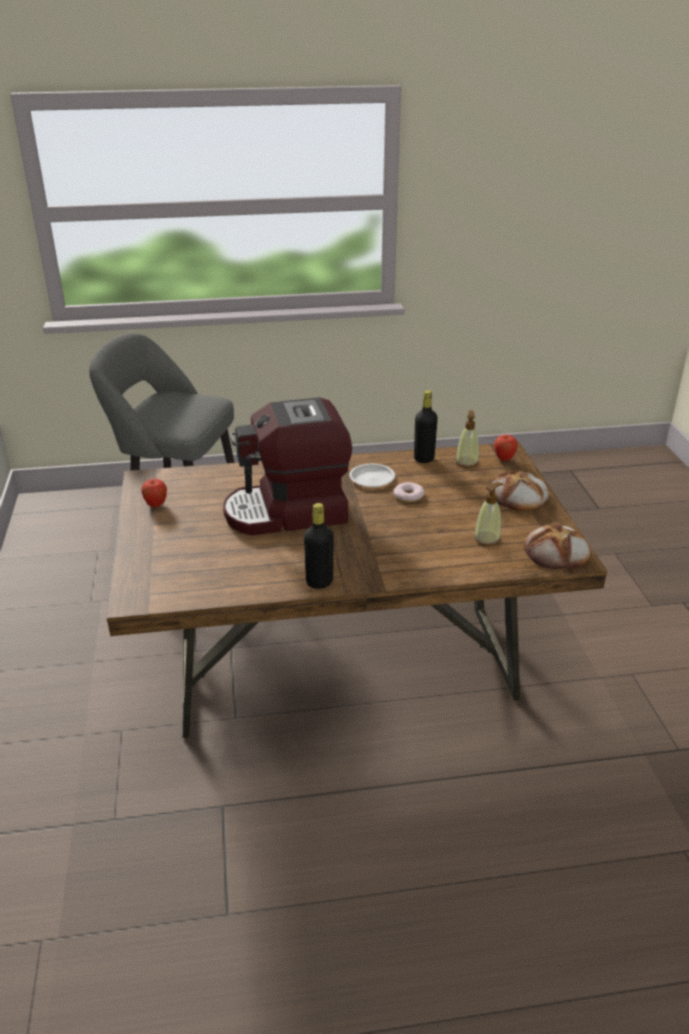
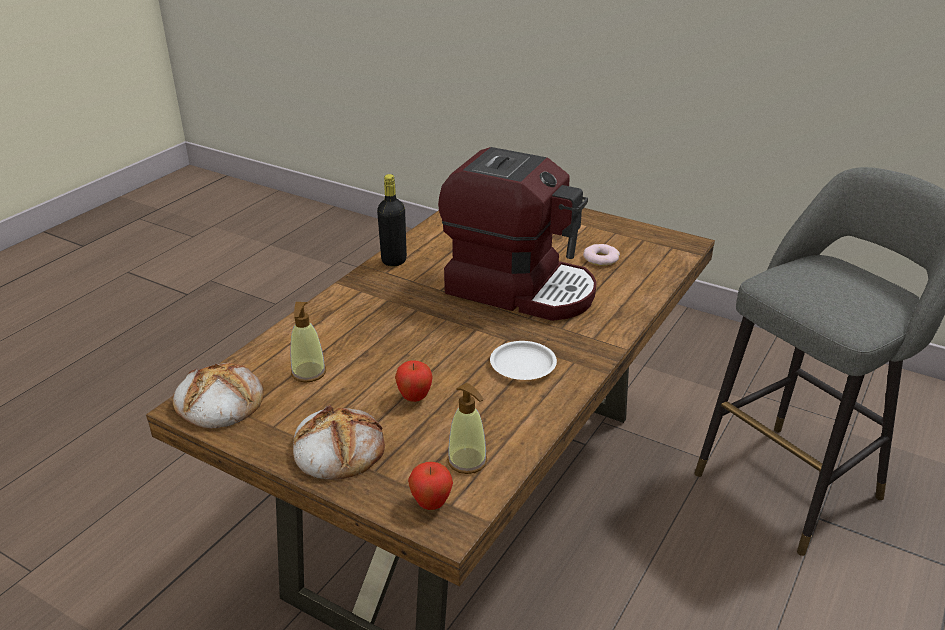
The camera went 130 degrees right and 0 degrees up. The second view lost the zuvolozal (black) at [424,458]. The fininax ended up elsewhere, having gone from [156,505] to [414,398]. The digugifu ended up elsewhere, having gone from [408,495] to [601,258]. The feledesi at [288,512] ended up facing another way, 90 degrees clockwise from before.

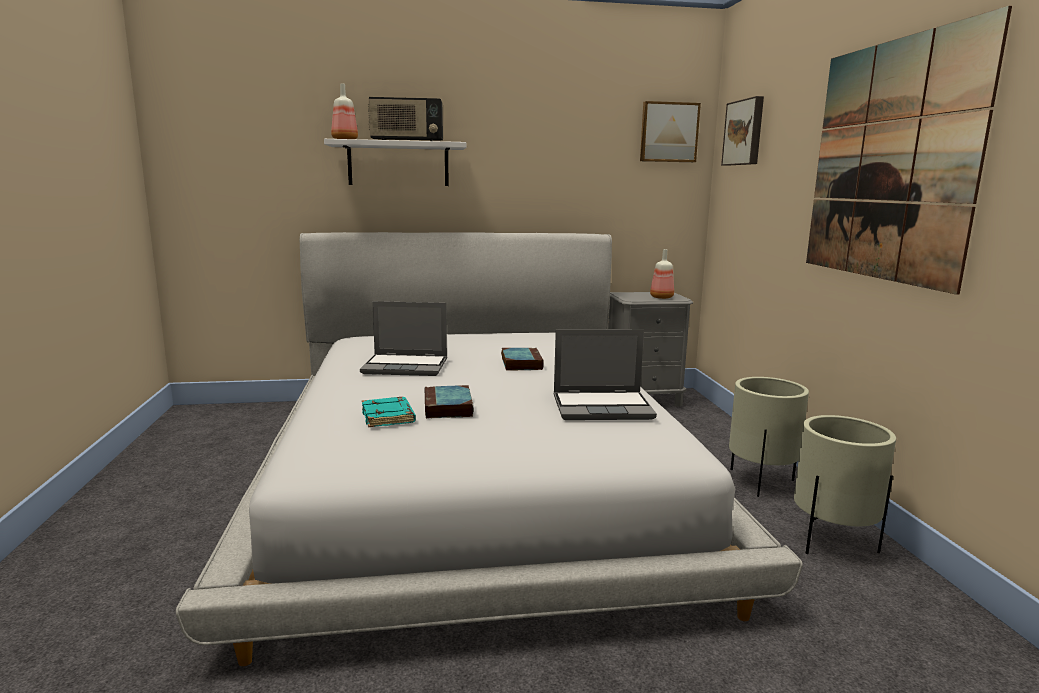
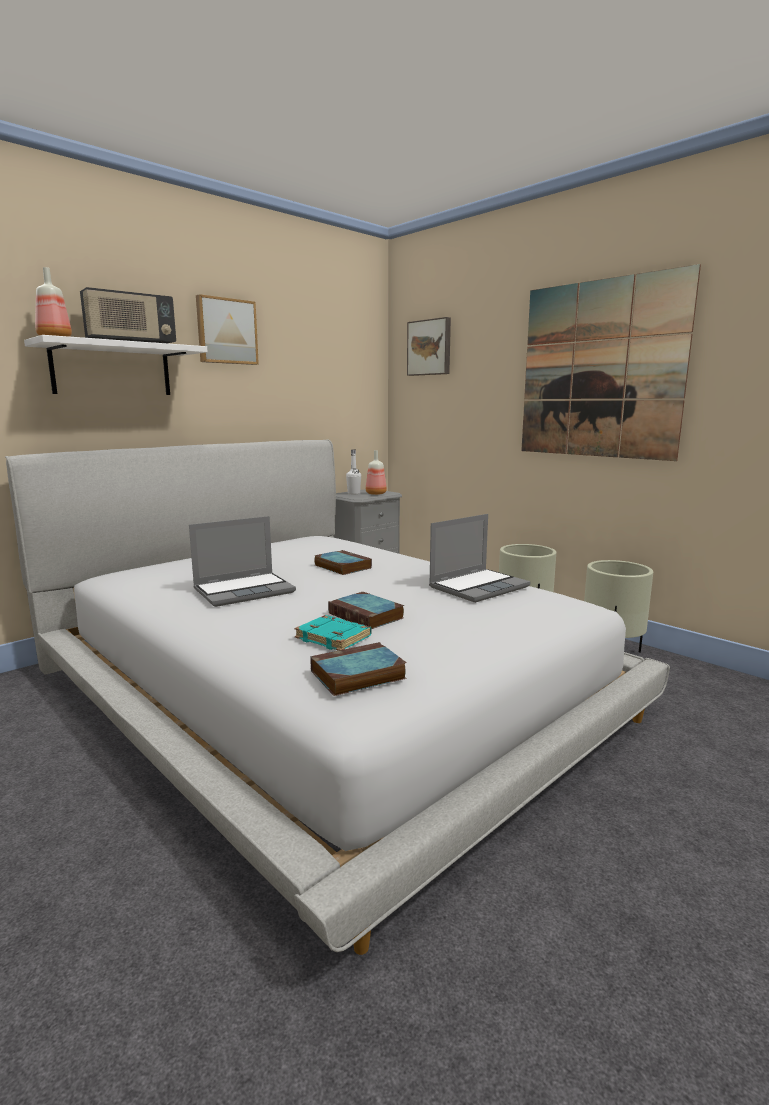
The camera went 35 degrees left and 0 degrees up. The second view gained the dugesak at [356,675]. The second view gained the zuvolozal (white) at [353,493]. The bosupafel ended up elsewhere, having gone from [668,132] to [226,331].

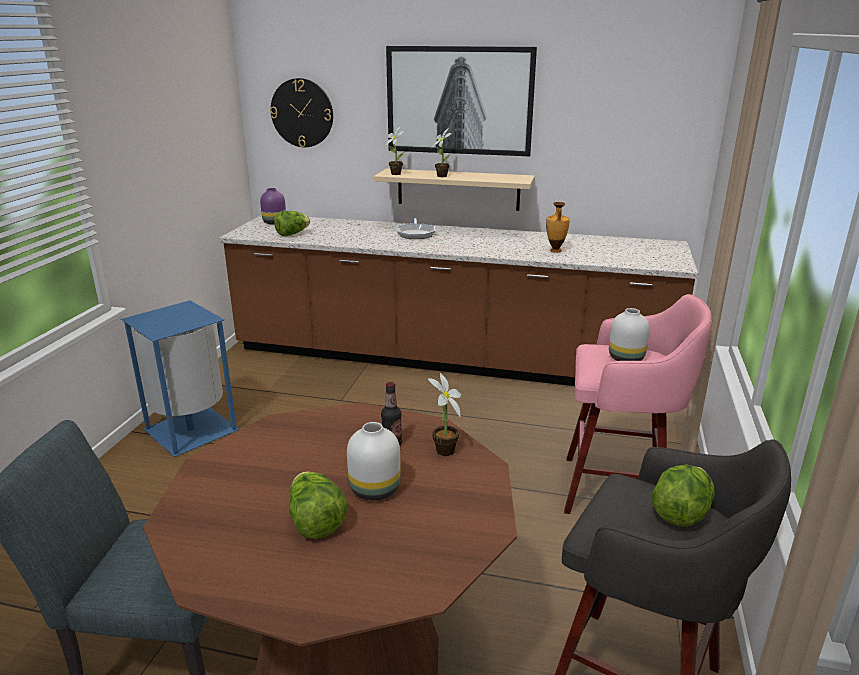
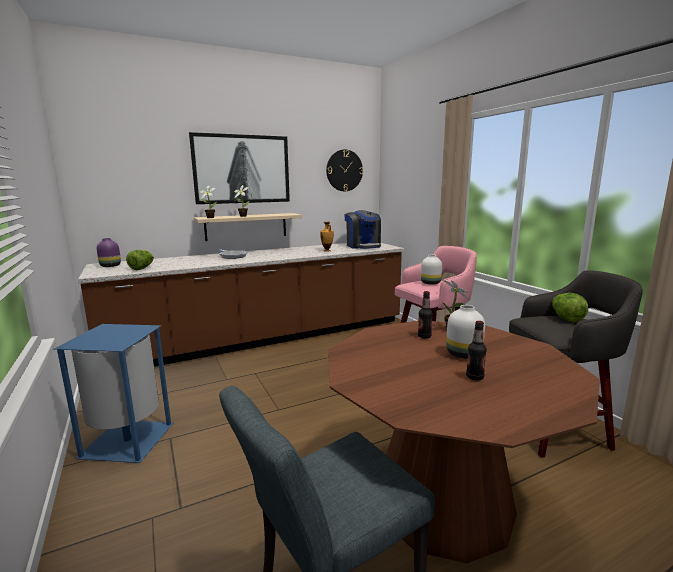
The camera went 40 degrees left and 10 degrees down. The second view gained the feledesi at [363,246]. The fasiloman ended up elsewhere, having gone from [302,113] to [344,170]. Where the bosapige stood at [315,522], the zuvolozal came to stand at [474,377].

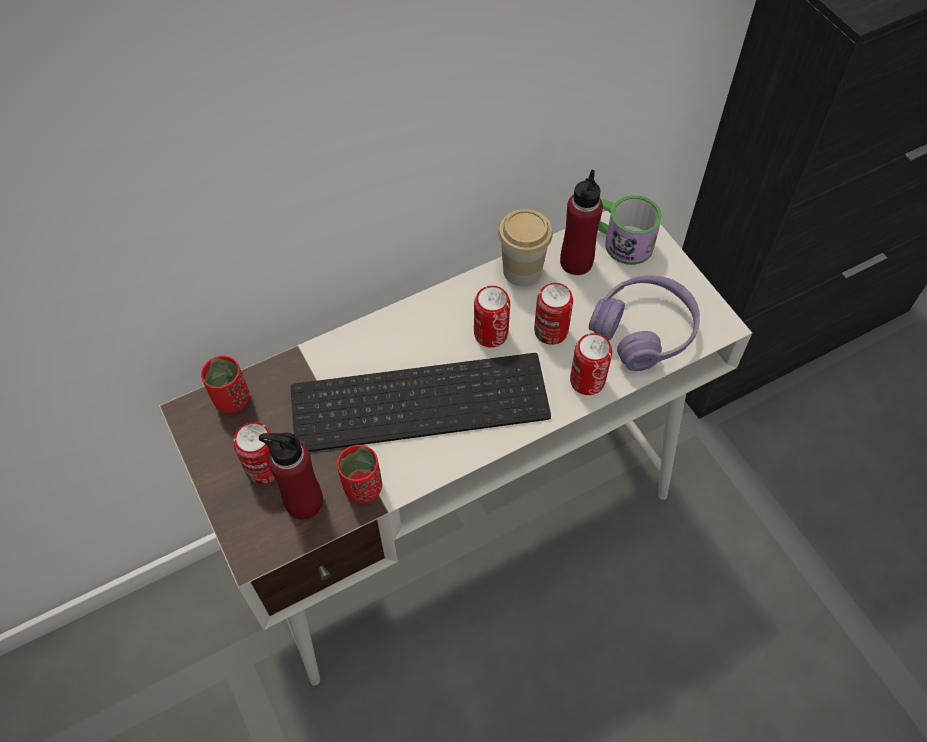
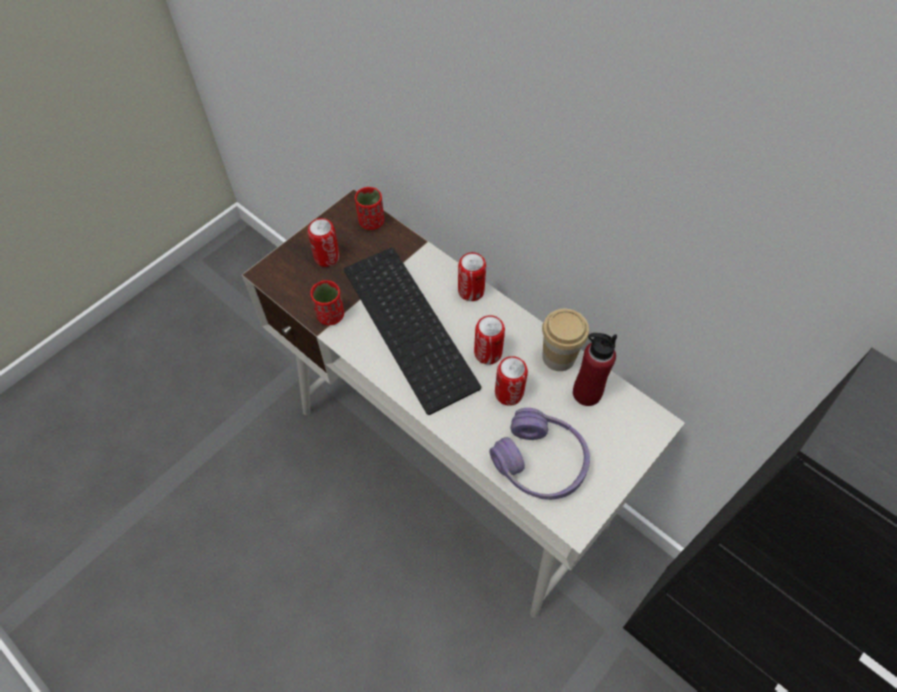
The camera went 70 degrees right and 0 degrees up. The second view lost the zuvolozal (red) at [304,502]. The second view lost the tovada at [620,241]. The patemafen ended up elsewhere, having gone from [587,381] to [471,291].

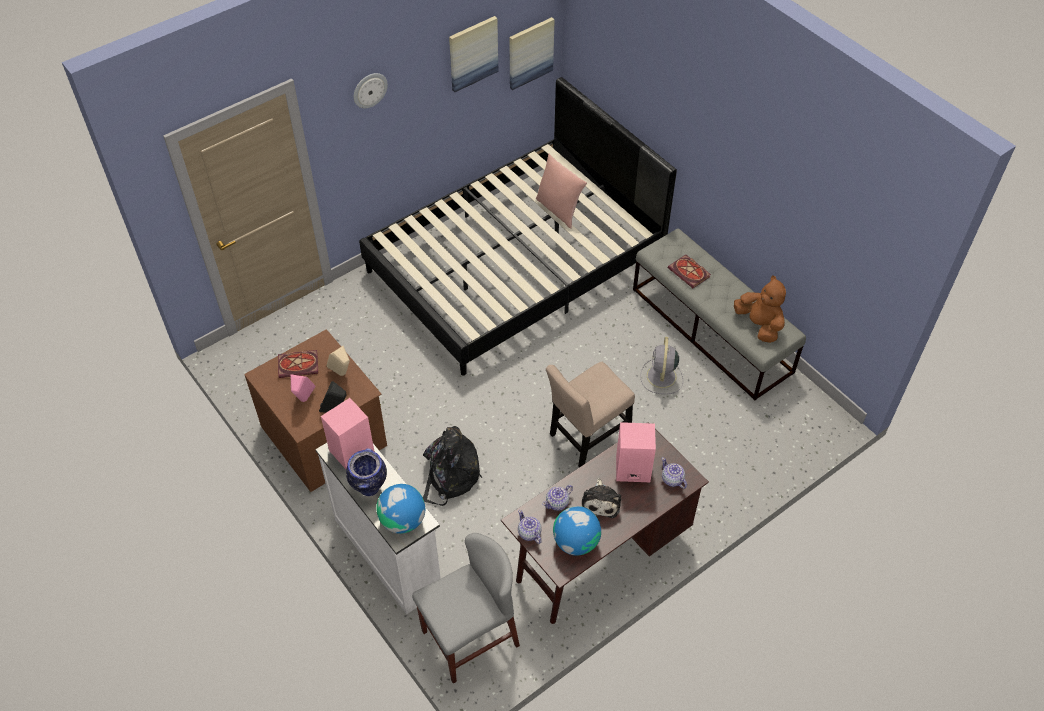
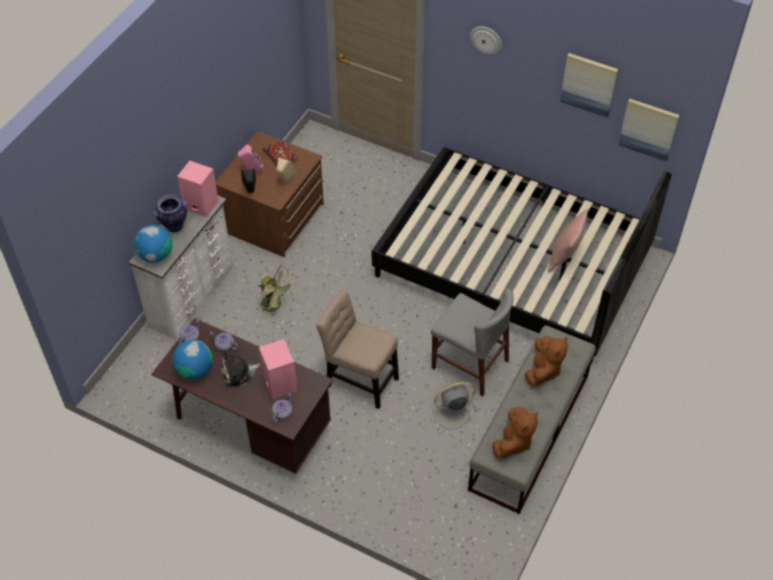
The camera went 65 degrees right and 0 degrees up. The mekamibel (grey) ended up elsewhere, having gone from [470,638] to [469,364]. Where the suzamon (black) stood at [449,477], the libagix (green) came to stand at [275,305]. Where the dugesak stood at [690,273], the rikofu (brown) came to stand at [543,370].

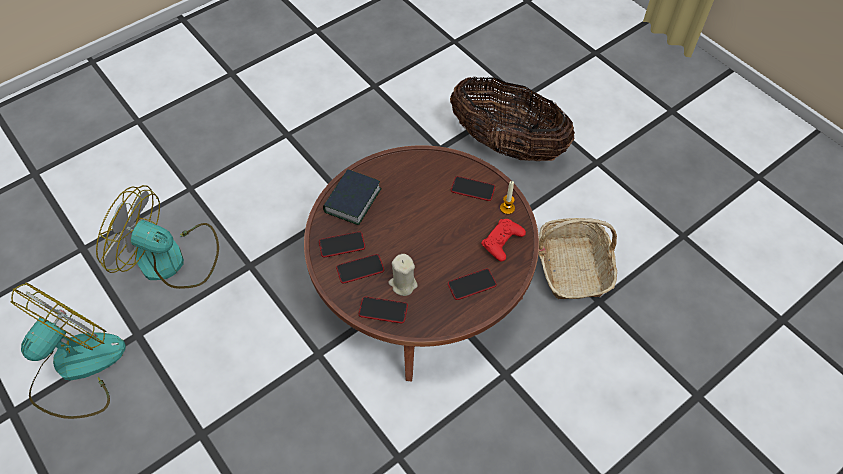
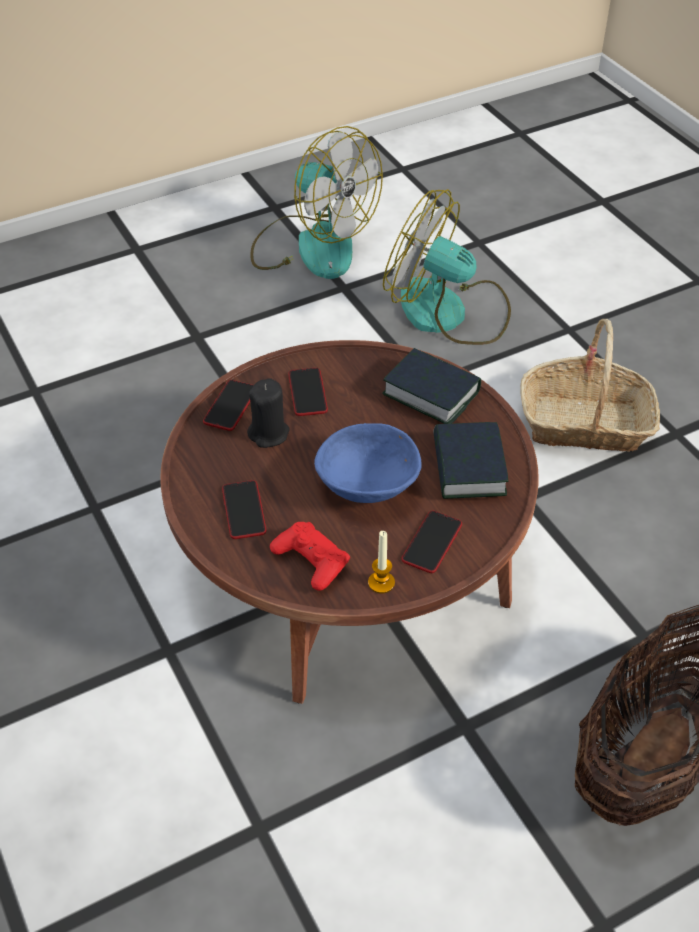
The camera went 100 degrees right and 10 degrees down. The second view lost the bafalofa at [342,245]. The second view gained the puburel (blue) at [366,487]. The second view gained the dugesak at [468,467]. The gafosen ended up elsewhere, having gone from [572,267] to [585,423]. What was the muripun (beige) at [403,284] turned into the muripun (black) at [269,434]. The libagix at [172,260] ended up facing another way, 90 degrees counterclockwise from before.

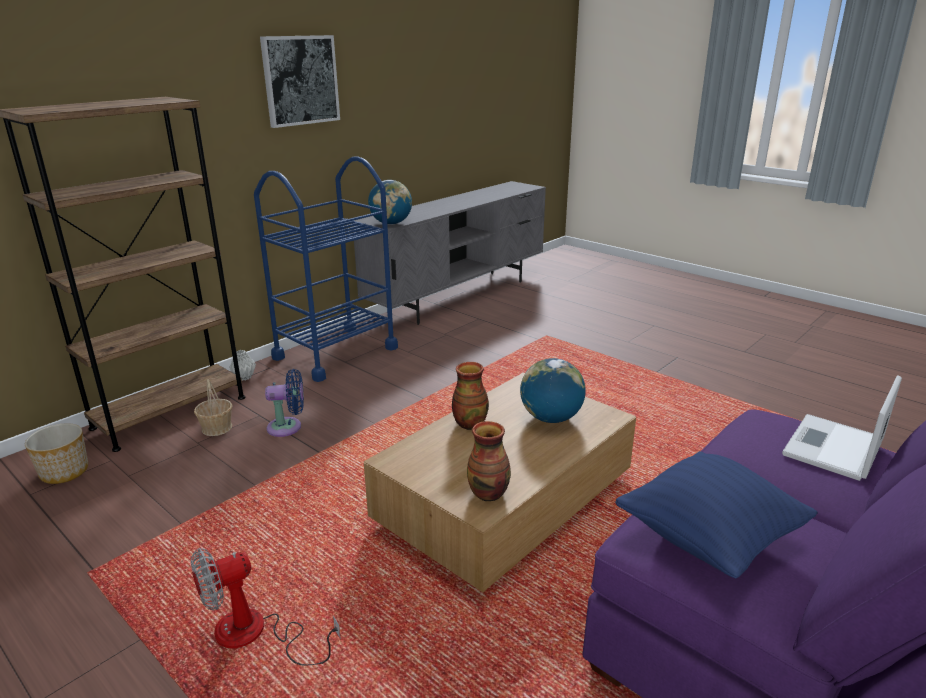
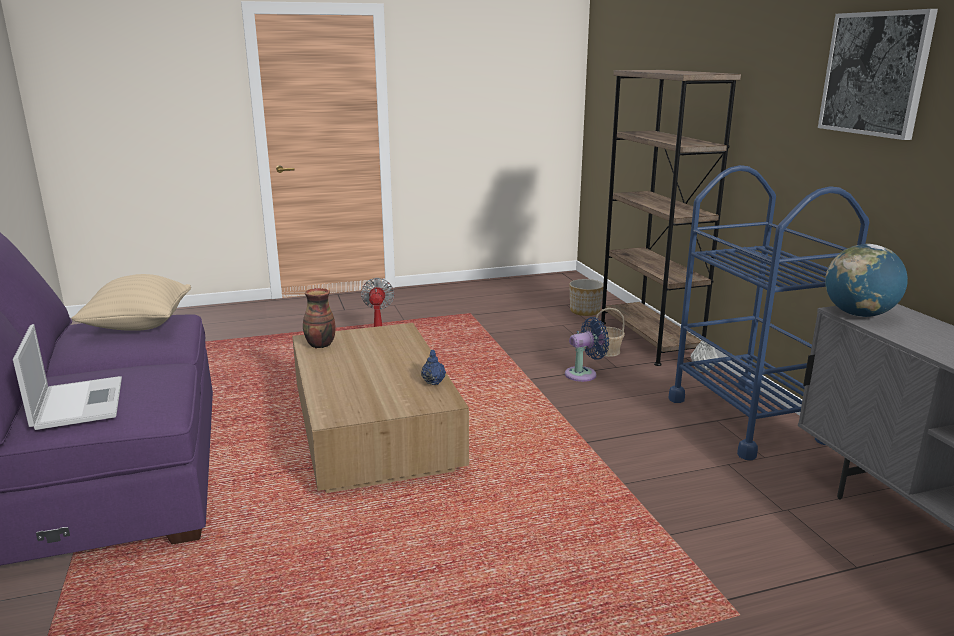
The camera went 120 degrees right and 5 degrees down. The second view lost the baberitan at [469,423]. The second view lost the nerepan at [551,418]. The second view gained the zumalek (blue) at [433,381]. What was the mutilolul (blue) at [708,538] turned into the mutilolul (beige) at [139,326]. The libagix (blue) at [288,427] ended up facing another way, 135 degrees counterclockwise from before.

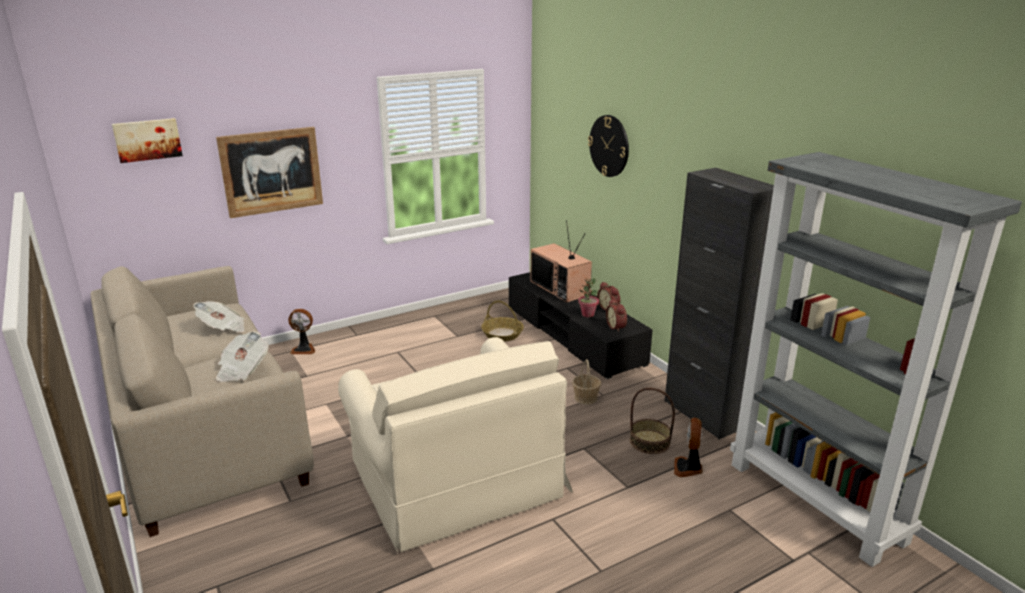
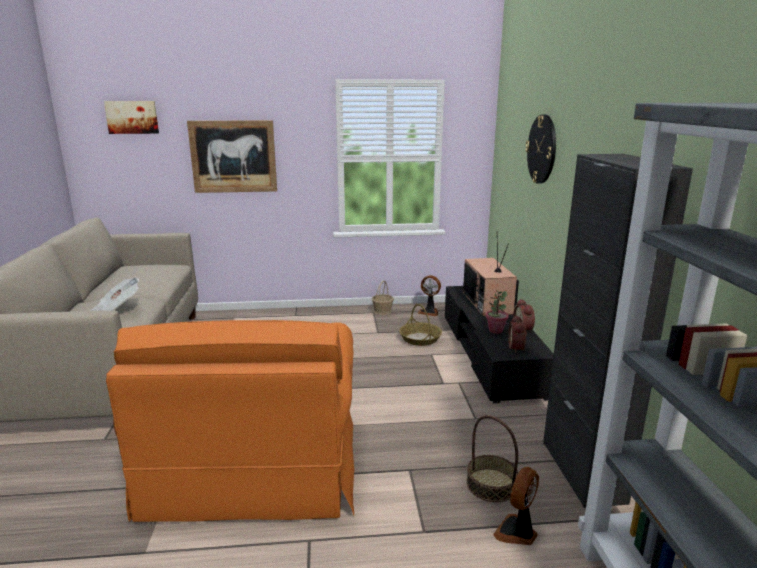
The camera went 25 degrees right and 5 degrees down. The second view lost the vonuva at [223,328]. The libagix ended up elsewhere, having gone from [304,349] to [429,312]. The gafosen ended up elsewhere, having gone from [586,398] to [382,311]. What was the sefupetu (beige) at [455,479] turned into the sefupetu (orange) at [254,463].

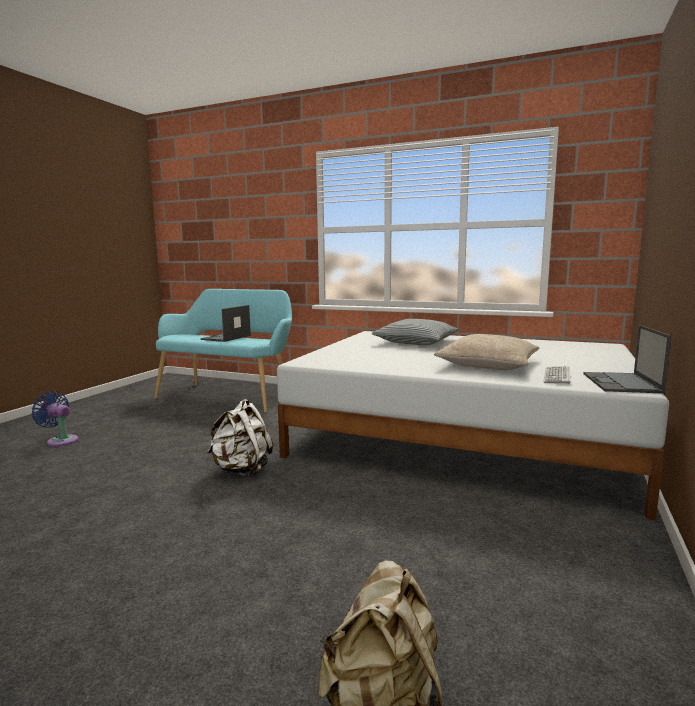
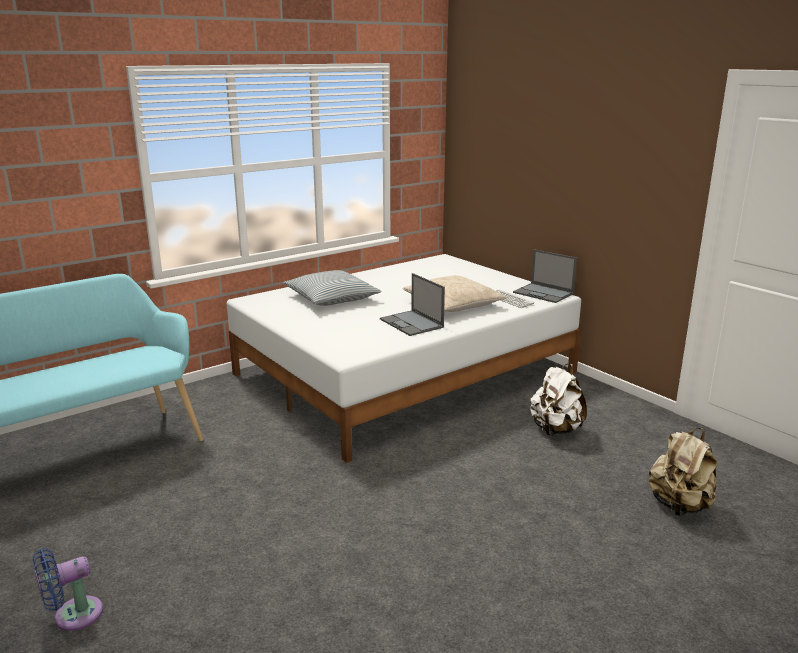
The camera went 60 degrees left and 10 degrees up. The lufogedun ended up elsewhere, having gone from [226,337] to [412,323]. The suzamon (white) ended up elsewhere, having gone from [242,470] to [555,430].

